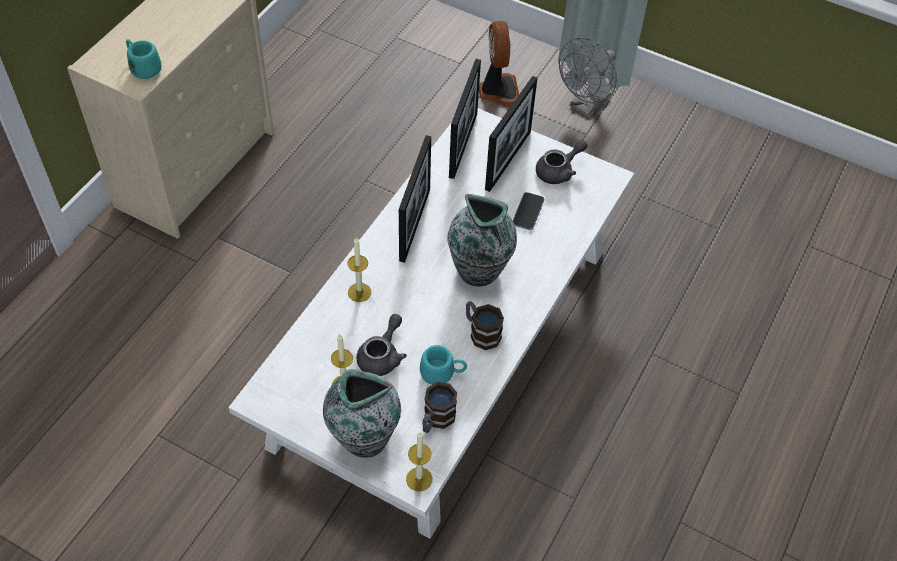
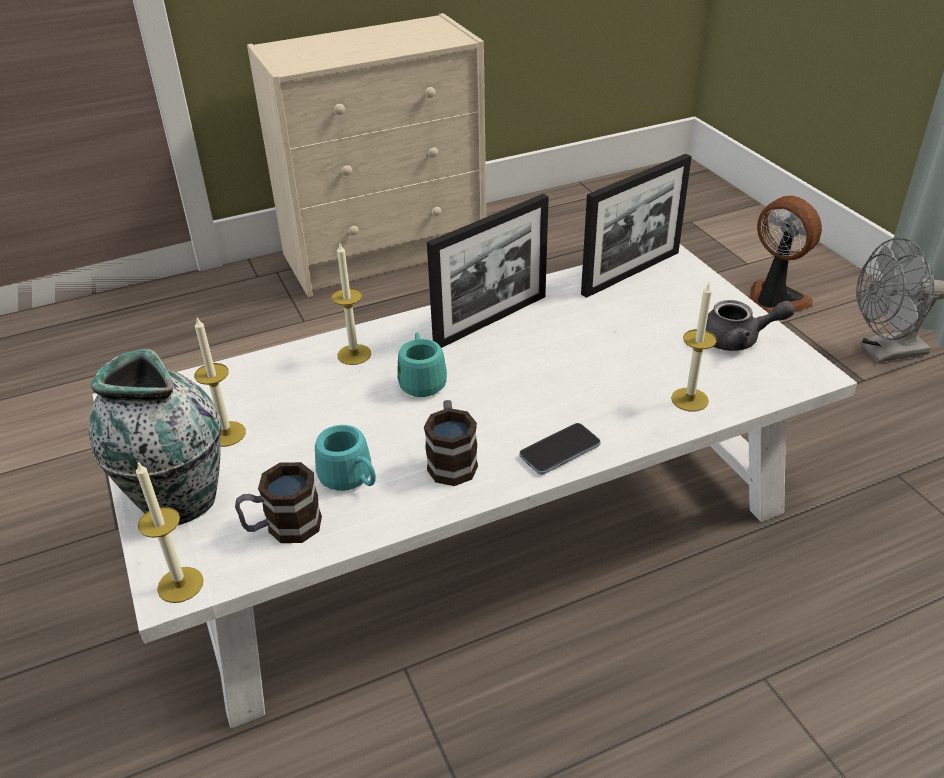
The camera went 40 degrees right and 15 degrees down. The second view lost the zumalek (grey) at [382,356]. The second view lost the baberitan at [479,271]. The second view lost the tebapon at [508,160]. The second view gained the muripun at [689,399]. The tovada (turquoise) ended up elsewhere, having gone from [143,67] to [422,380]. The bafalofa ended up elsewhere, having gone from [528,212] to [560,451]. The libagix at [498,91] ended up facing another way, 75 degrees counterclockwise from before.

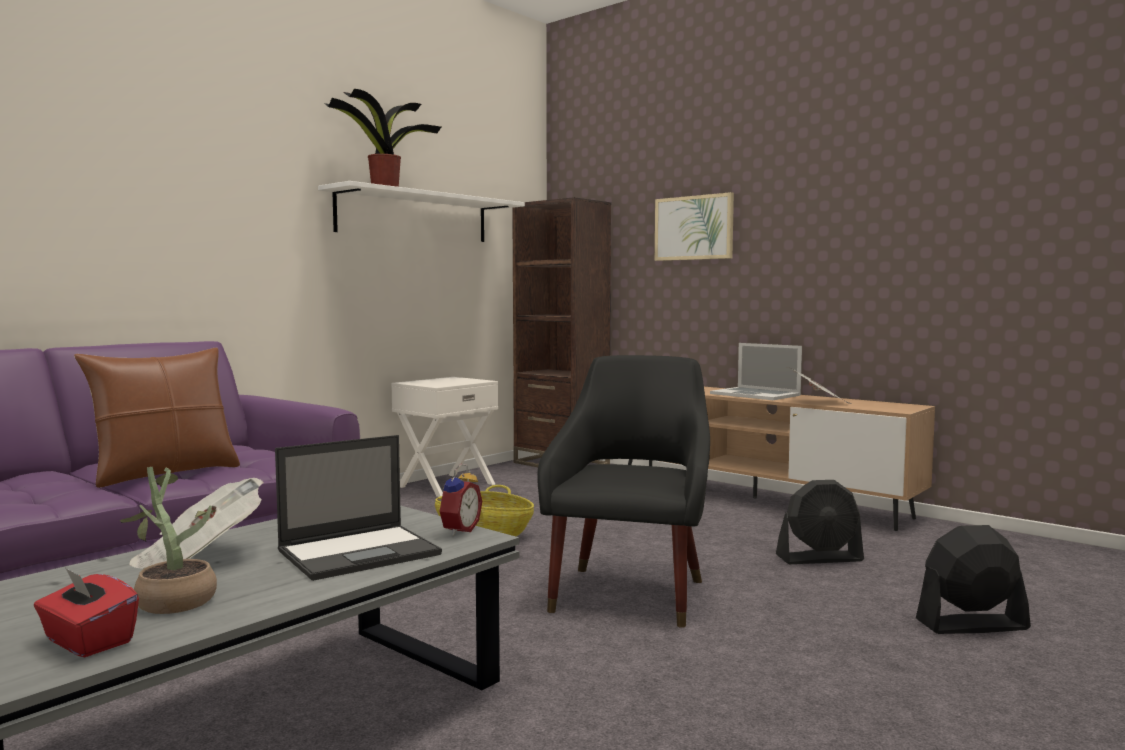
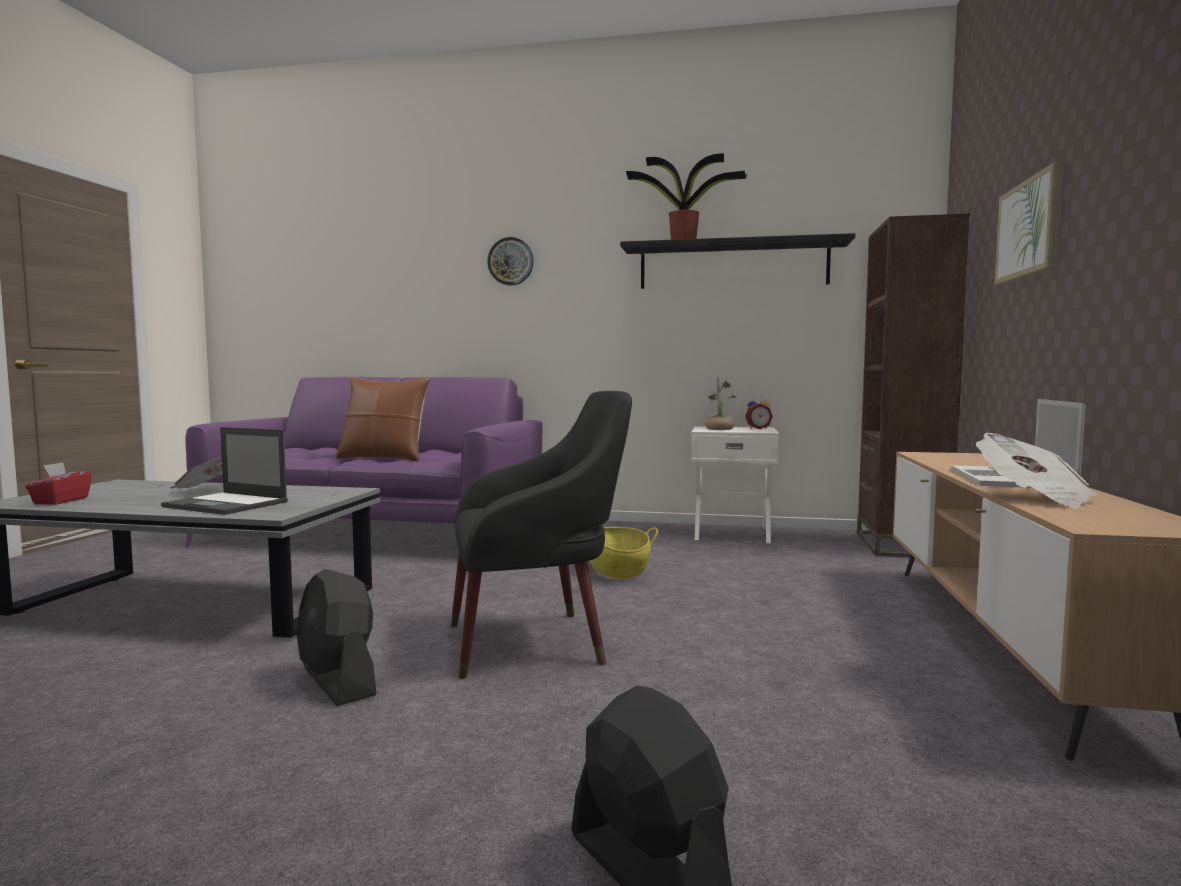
The camera went 60 degrees right and 0 degrees up. The second view gained the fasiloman at [510,261]. The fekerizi ended up elsewhere, having gone from [171,599] to [719,428]. The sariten ended up elsewhere, having gone from [458,530] to [757,428]. The libagix (black) ended up elsewhere, having gone from [819,558] to [338,681]. What was the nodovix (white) at [414,217] turned into the nodovix (black) at [733,266].

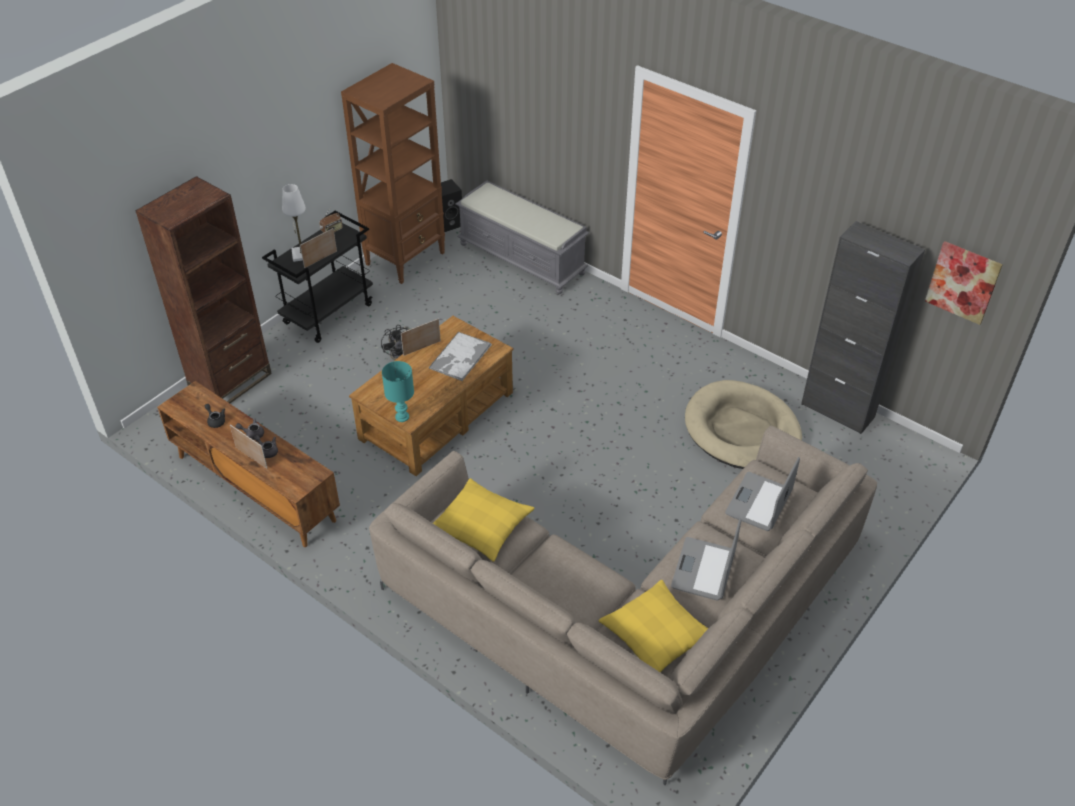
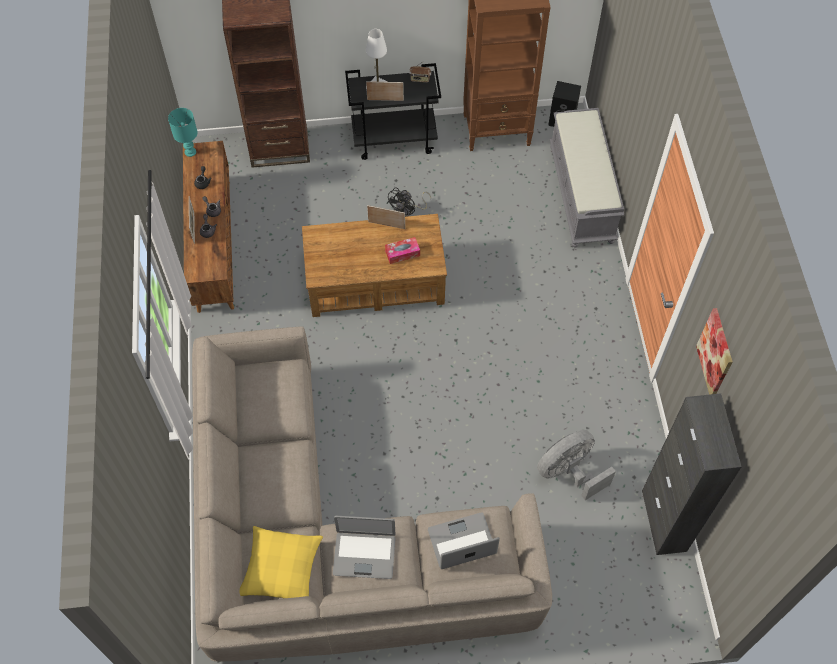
The camera went 45 degrees right and 15 degrees up. The second view lost the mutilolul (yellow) at [481,526]. The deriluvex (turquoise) ended up elsewhere, having gone from [401,417] to [190,152]. The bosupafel ended up elsewhere, having gone from [963,282] to [715,353]. Where the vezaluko stood at [460,357], the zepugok came to stand at [402,253]. Where the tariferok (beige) stood at [742,430], the libagix (grey) came to stand at [569,472]. The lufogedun at [704,570] ended up facing another way, 150 degrees counterclockwise from before.

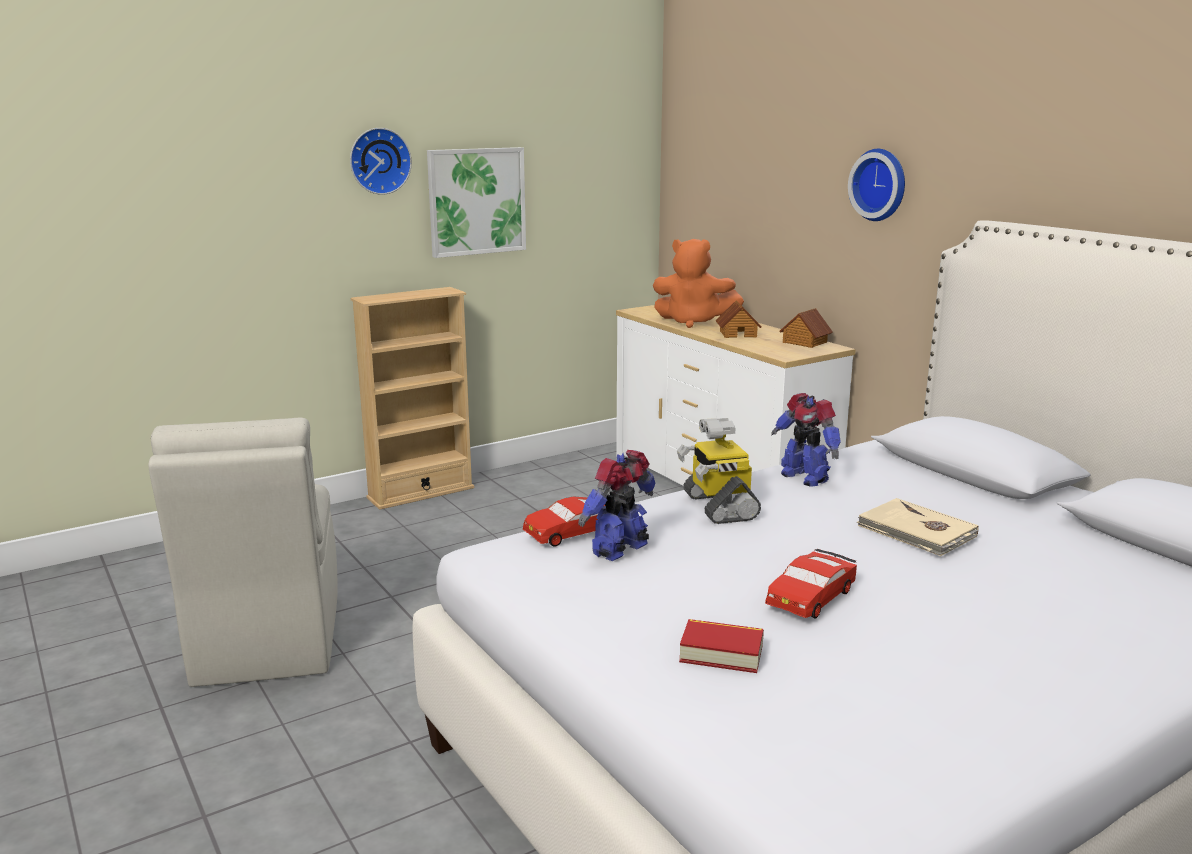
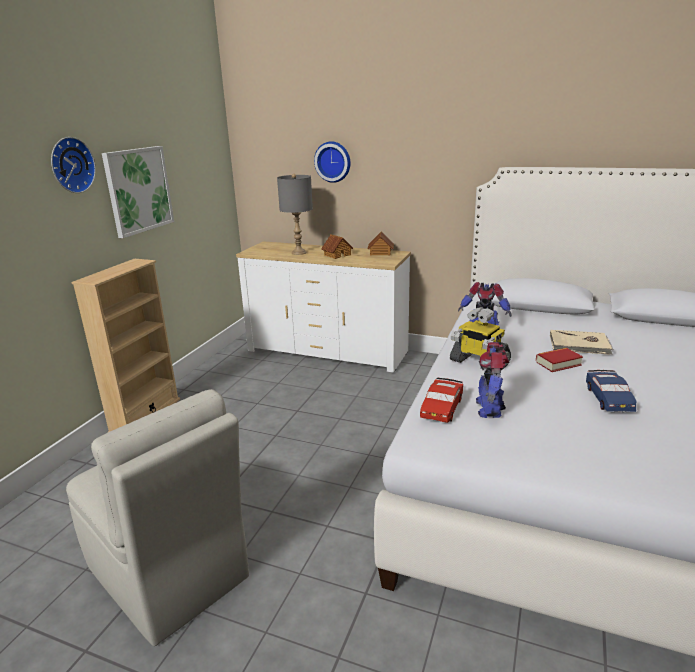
The camera went 35 degrees left and 5 degrees up. The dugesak ended up elsewhere, having gone from [721,653] to [558,363]. The fasiloman ended up elsewhere, having gone from [881,184] to [333,161]. Where the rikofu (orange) stood at [693,322], the deriluvex (grey) came to stand at [298,253]. What was the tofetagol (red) at [810,596] turned into the tofetagol (blue) at [609,398].

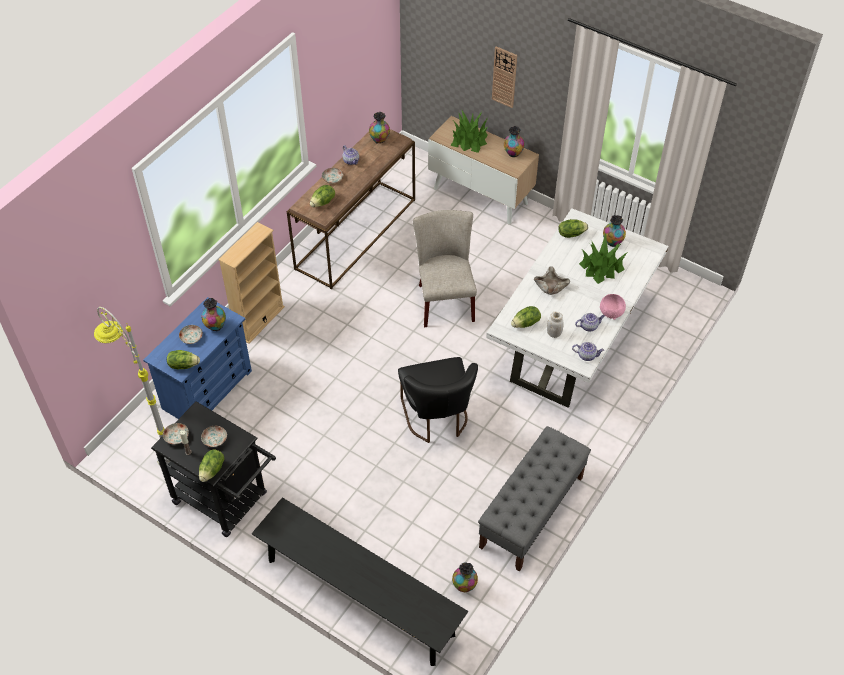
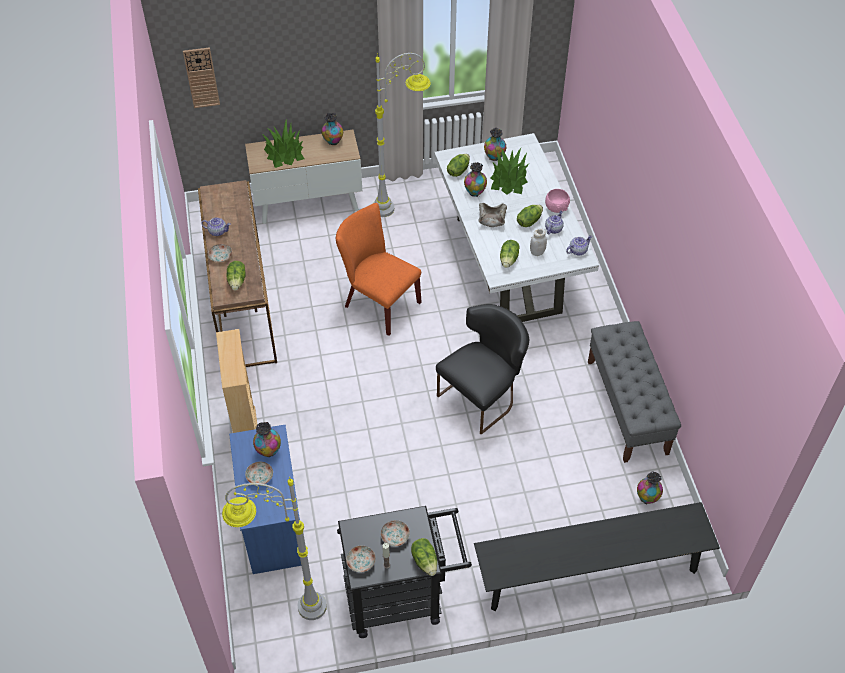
The camera went 45 degrees left and 0 degrees up. The second view gained the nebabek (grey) at [401,204]. The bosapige ended up elsewhere, having gone from [183,365] to [529,221]. The baberitan ended up elsewhere, having gone from [380,139] to [475,192]. The fasiloman ended up elsewhere, having gone from [504,77] to [201,77]. What was the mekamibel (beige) at [444,299] turned into the mekamibel (orange) at [378,303]. The mekamibel (black) at [437,419] ended up facing another way, 75 degrees counterclockwise from before.

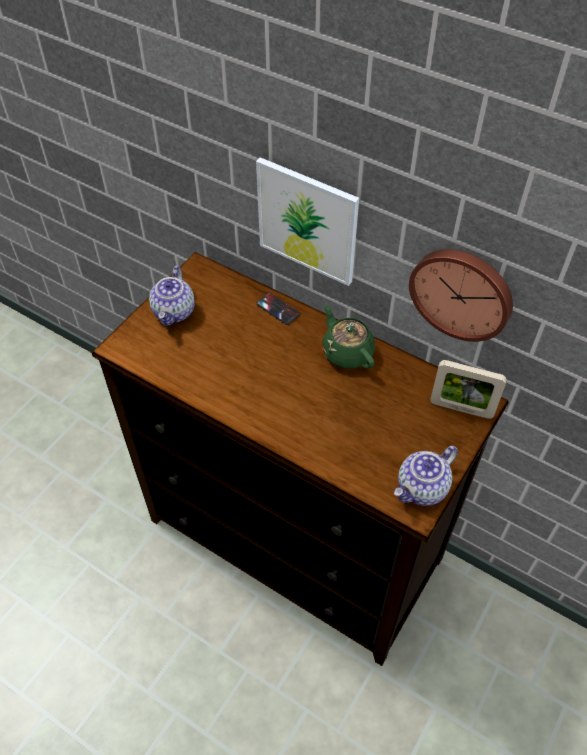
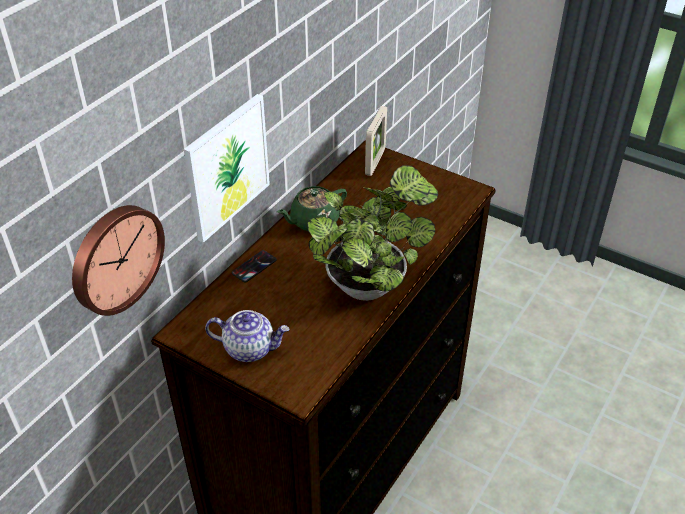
The camera went 90 degrees left and 10 degrees down. The second view lost the zumalek at [422,489]. The second view gained the fekerizi at [370,283]. The fasiloman ended up elsewhere, having gone from [462,292] to [115,258].

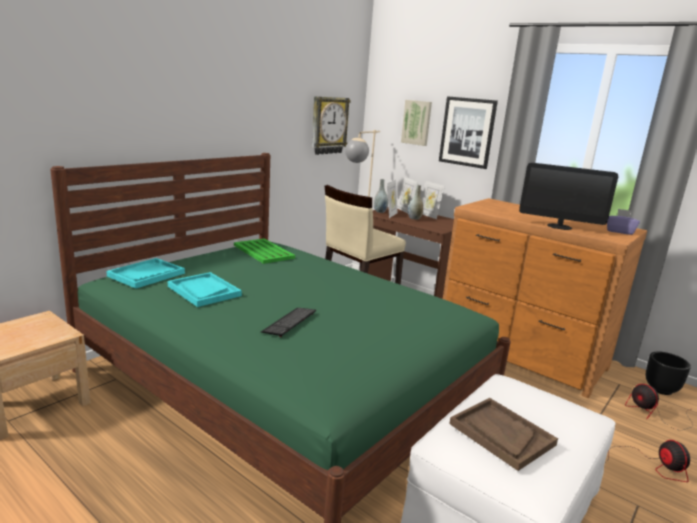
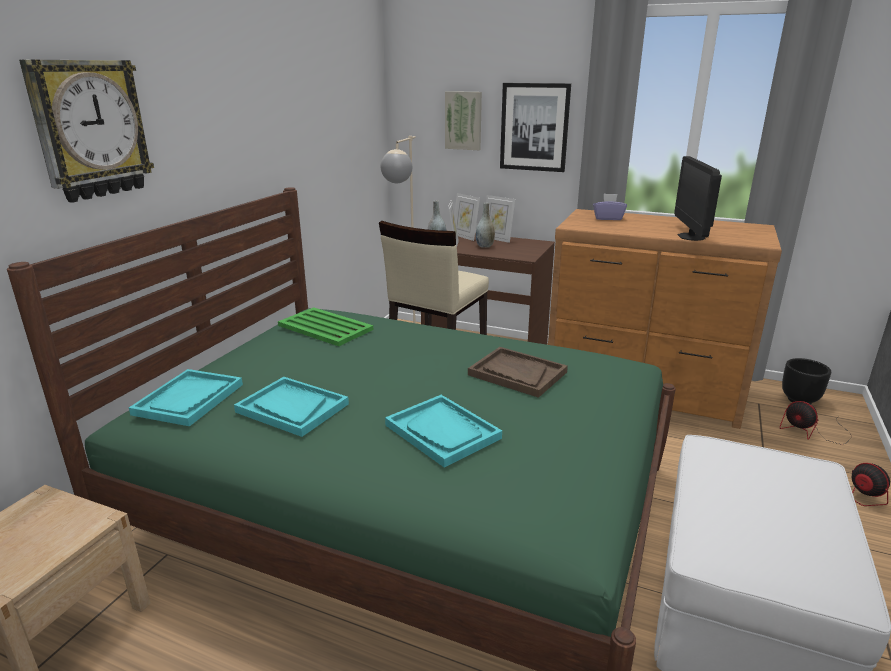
The camera went 15 degrees left and 5 degrees up. The fasiloman ended up elsewhere, having gone from [328,125] to [90,129]. The vezaluko (brown) ended up elsewhere, having gone from [501,434] to [517,374]. The zepugok (purple) ended up elsewhere, having gone from [619,231] to [608,218]. Where the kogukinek stood at [289,322], the vezaluko (turquoise) came to stand at [443,432]. The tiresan at [559,227] ended up facing another way, 90 degrees clockwise from before.

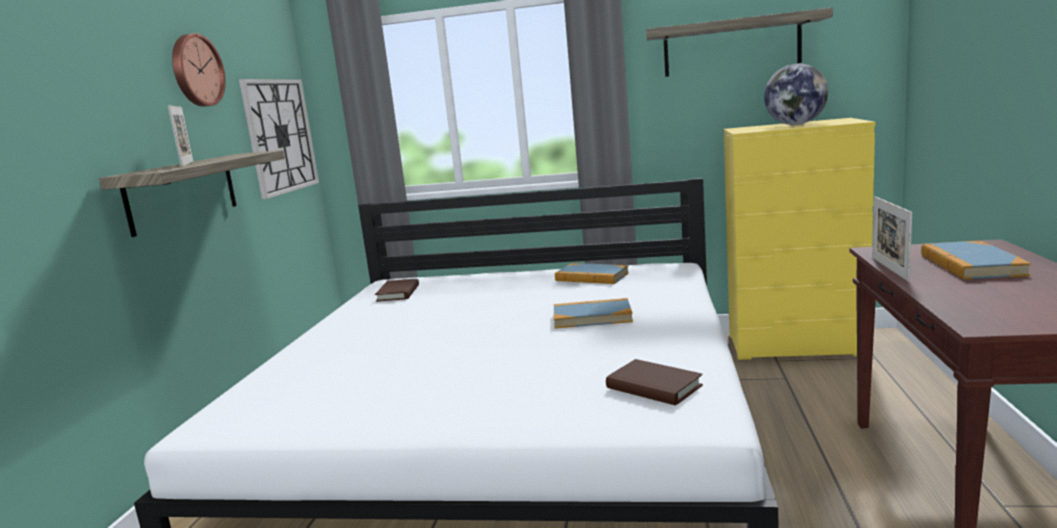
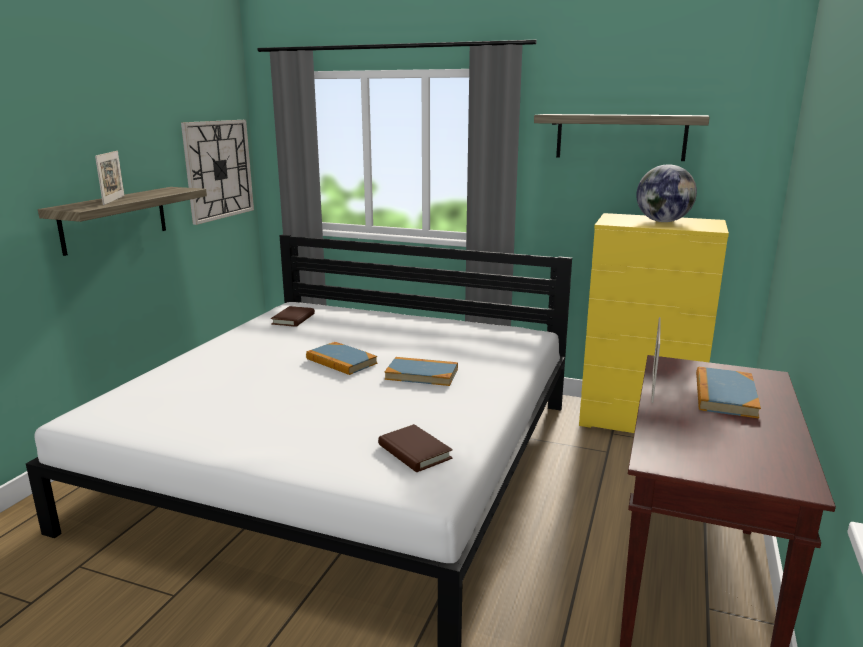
The camera went 10 degrees right and 5 degrees up. The second view lost the fasiloman at [196,70]. The dugesak ended up elsewhere, having gone from [592,277] to [341,361].

